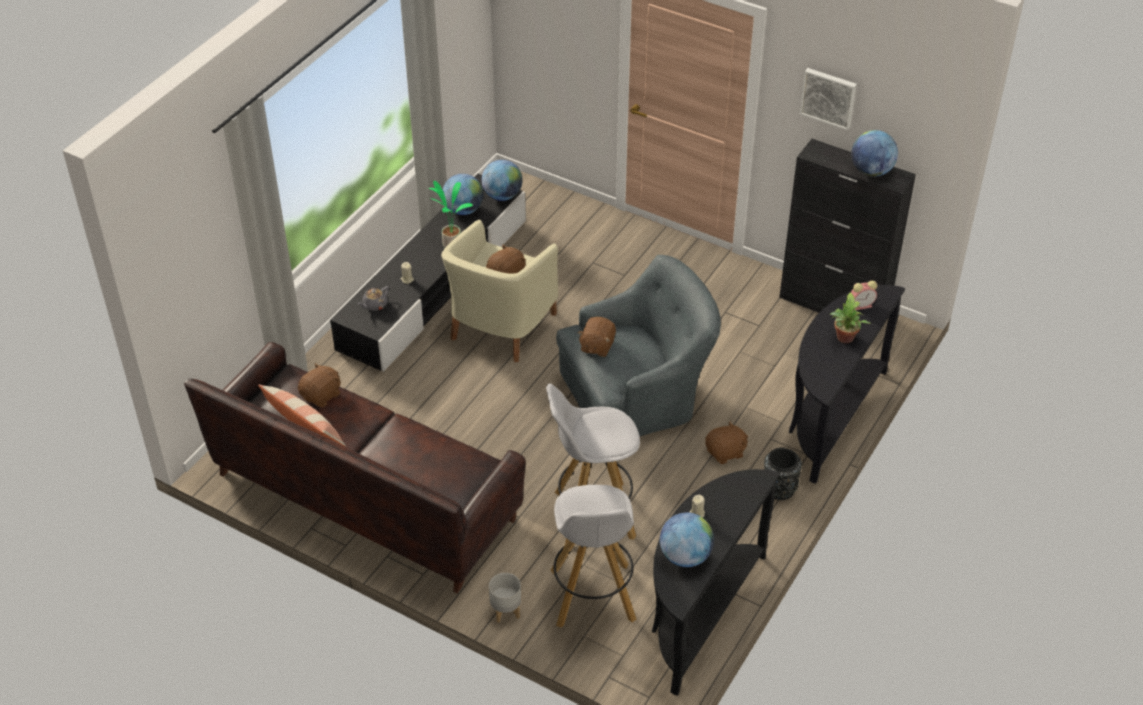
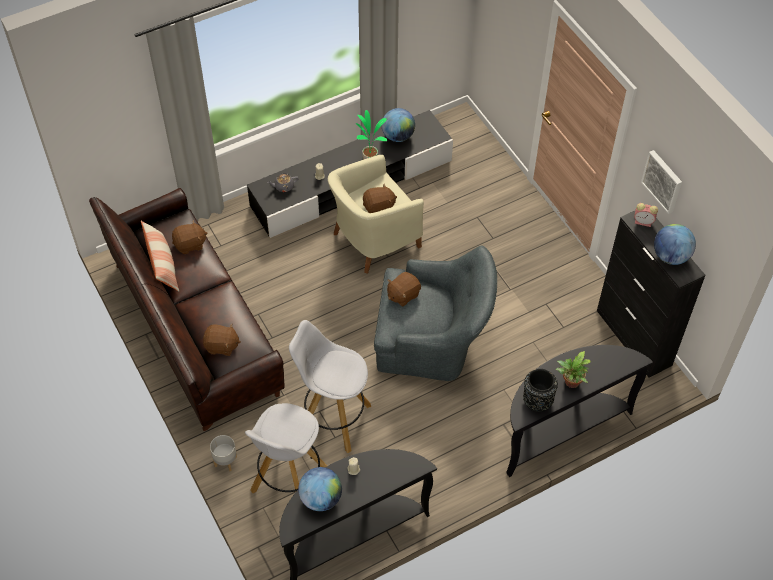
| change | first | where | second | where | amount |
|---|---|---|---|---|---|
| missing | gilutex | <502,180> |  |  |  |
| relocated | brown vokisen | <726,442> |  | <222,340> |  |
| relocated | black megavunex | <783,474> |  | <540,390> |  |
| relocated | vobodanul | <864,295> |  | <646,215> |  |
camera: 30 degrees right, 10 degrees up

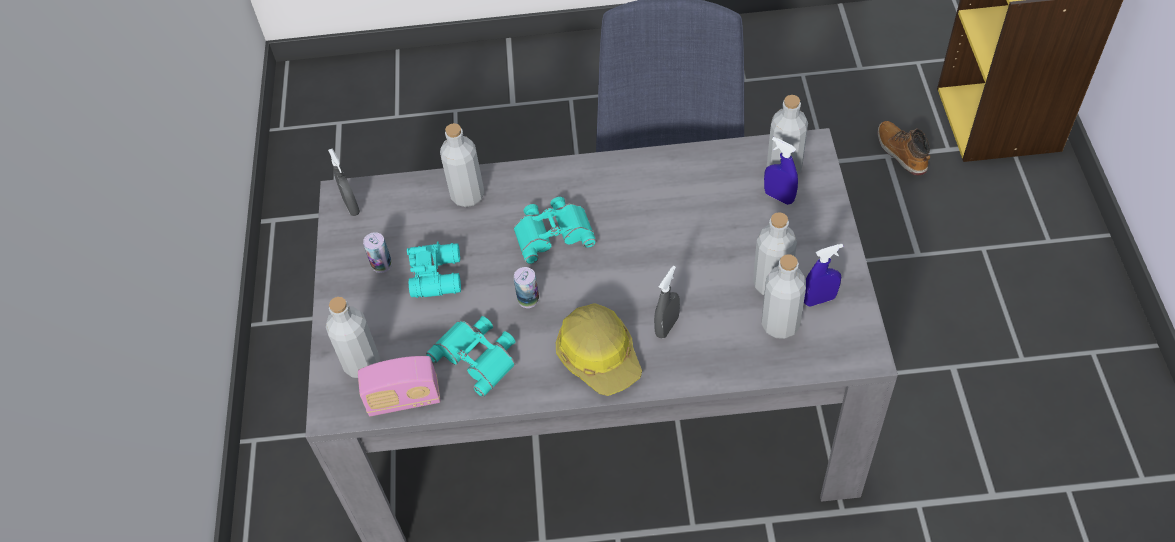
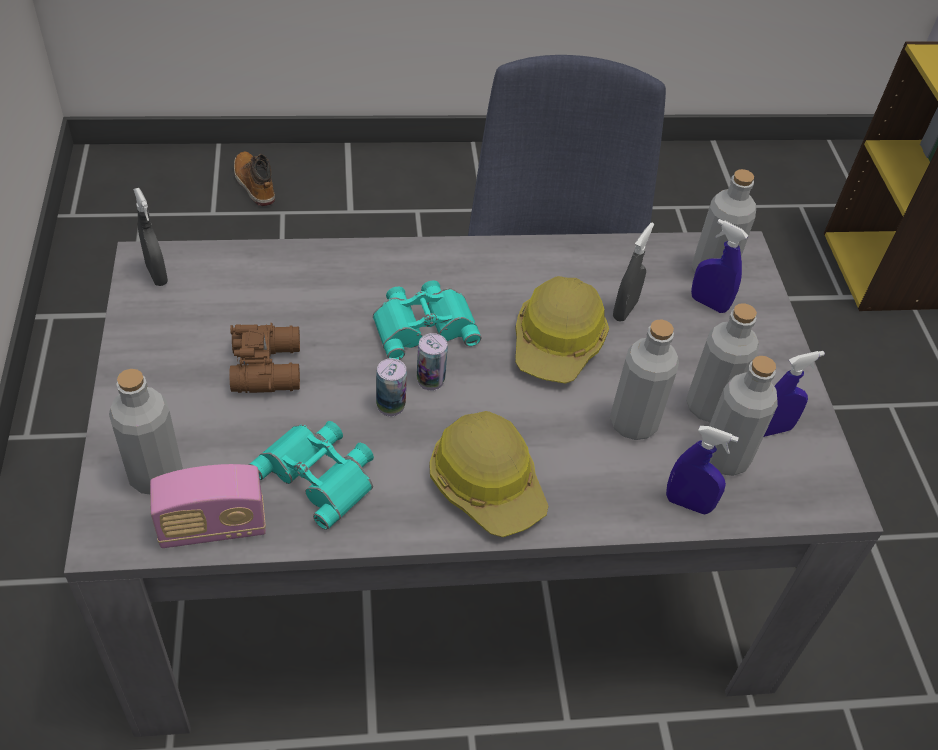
| change | first | where | second | where | amount |
|---|---|---|---|---|---|
| appeared |  |  | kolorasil | <562,330> |  |
| appeared |  |  | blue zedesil | <702,470> |  |
| relocated | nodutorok | <377,252> |  | <432,362> |  |
| relocated | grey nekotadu | <462,165> |  | <644,379> |  |
| relocated | grey zedesil | <667,302> |  | <633,272> |  |
| relocated | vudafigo | <903,148> |  | <254,179> |  |
| colour | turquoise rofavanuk | <434,269> | brown rofavanuk | <264,358> |  |
camera: 10 degrees left, 5 degrees down

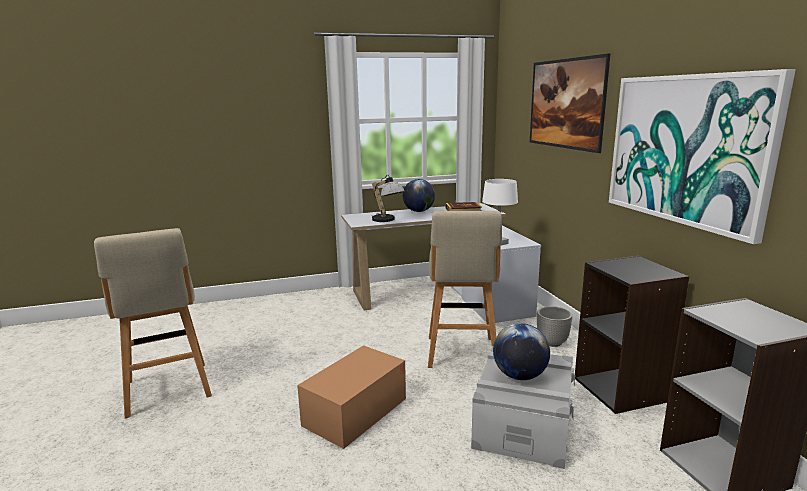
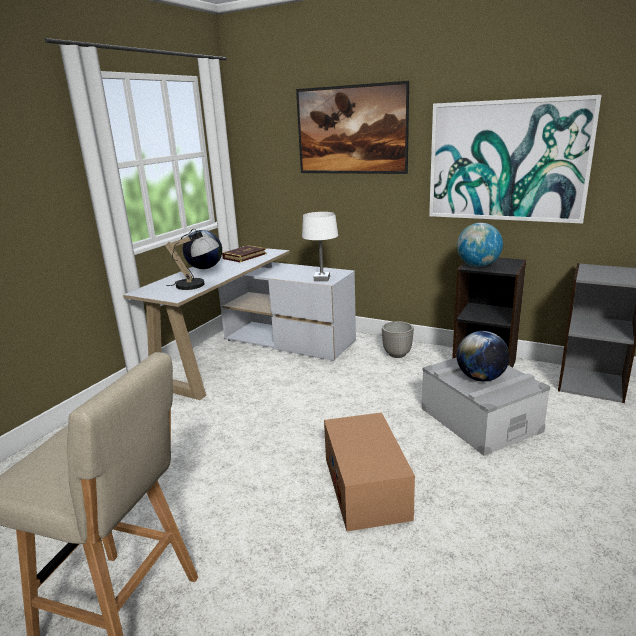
| change | first | where | second | where | amount |
|---|---|---|---|---|---|
| missing | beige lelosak | <465,289> |  |  |  |
| appeared |  |  | gilutex | <480,245> |  |
camera: 45 degrees left, 5 degrees up

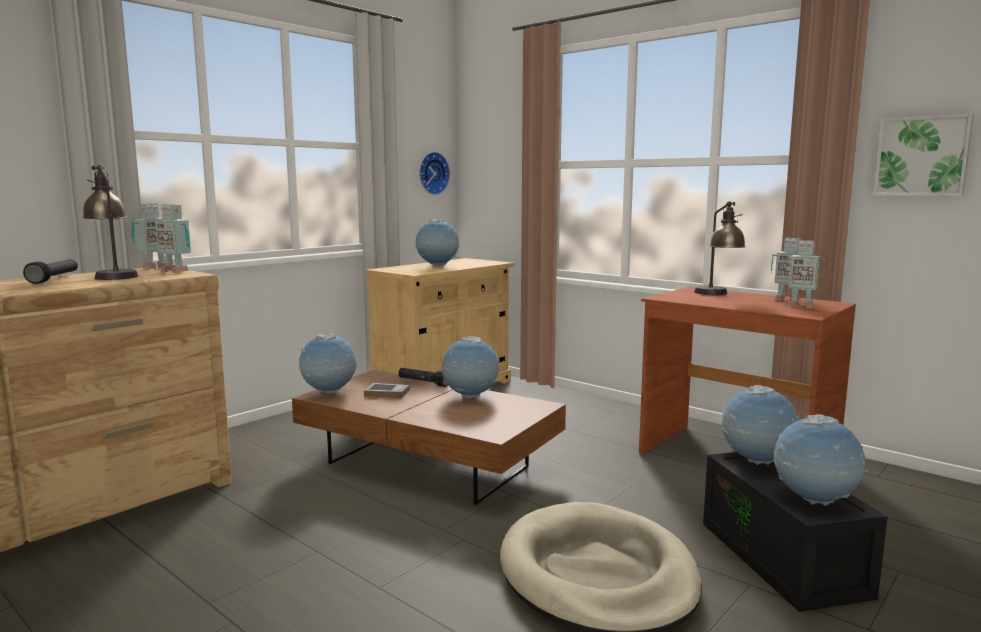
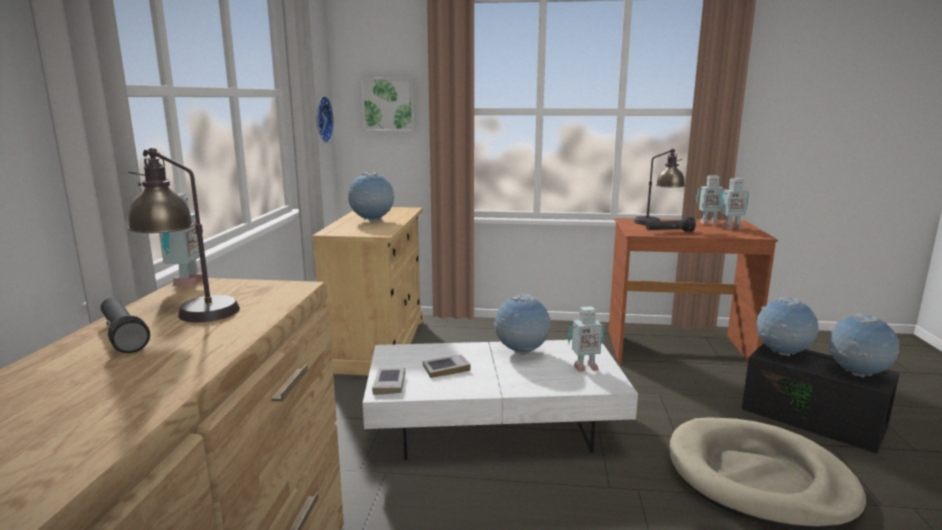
| change | first | where | second | where | amount |
|---|---|---|---|---|---|
| relocated | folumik | <173,239> |  | <586,339> |  |
| relocated | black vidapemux | <423,377> |  | <671,224> |  |
| relocated | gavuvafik | <923,155> |  | <388,104> |  |
| exchanged | gilutex | <328,364> | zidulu | <388,381> |  |
| colour | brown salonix | <429,437> | white salonix | <500,400> |  |
camera: 35 degrees left, 5 degrees up

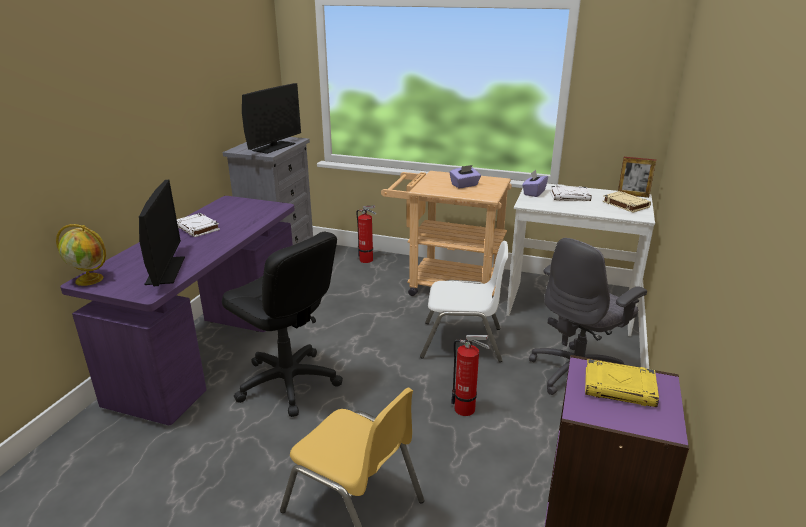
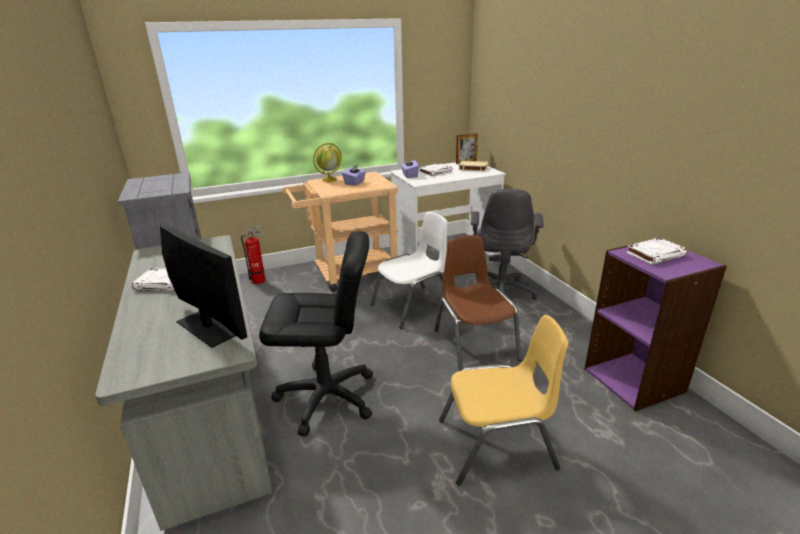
| change | first | where | second | where | amount |
|---|---|---|---|---|---|
| missing | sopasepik | <271,118> |  |  |  |
| relocated | gilutex | <81,255> |  | <327,162> |  |
| exchanged | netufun | <470,375> | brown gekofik | <478,303> |  |
| colour | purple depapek | <177,310> | grey depapek | <183,383> |  |
| colour | yellow zidulu | <622,383> | white zidulu | <656,251> |  |
camera: 40 degrees left, 0 degrees up

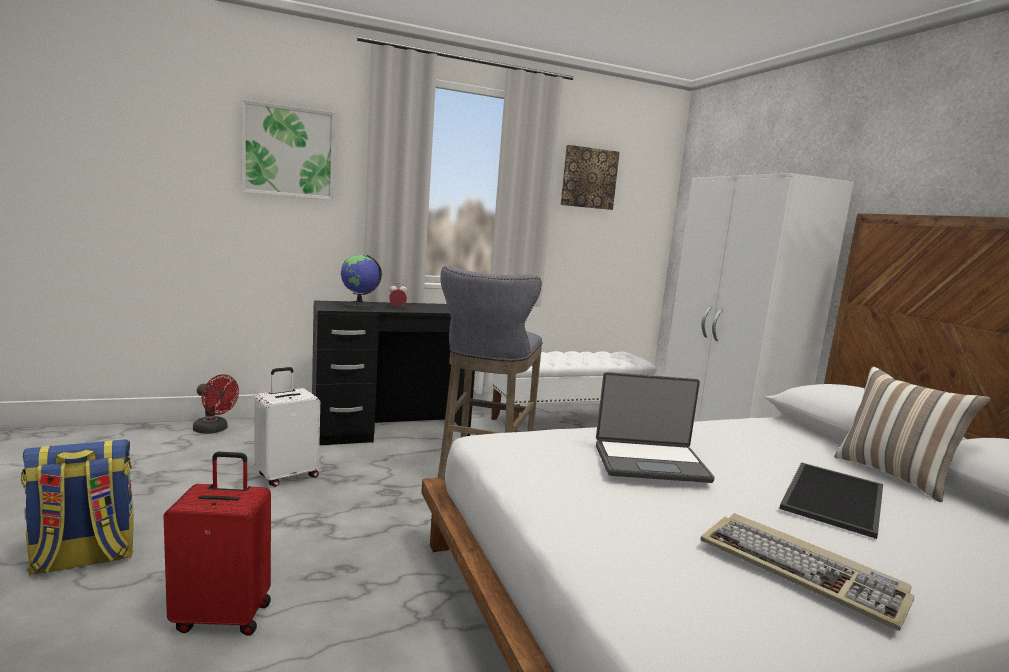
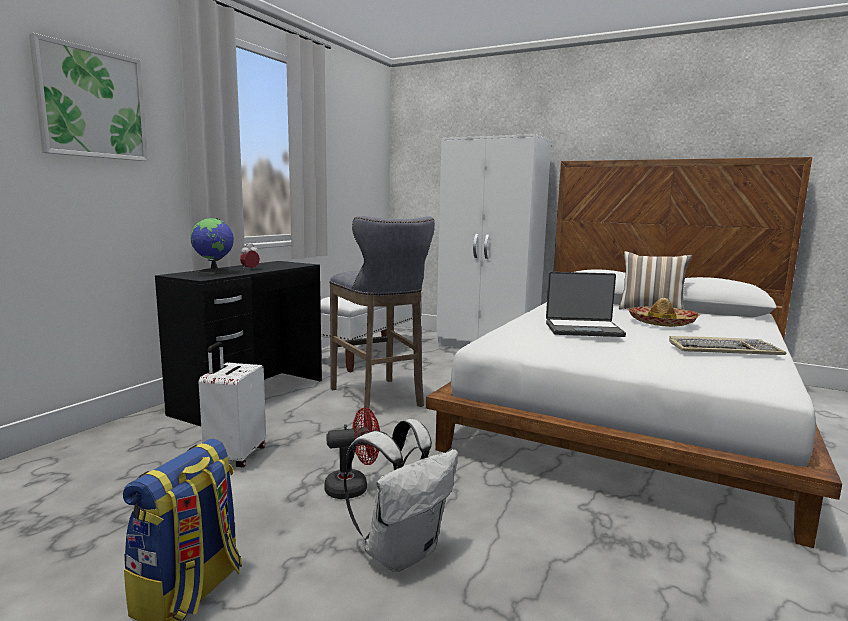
| change | first | where | second | where | amount |
|---|---|---|---|---|---|
| missing | gavuvafik | <590,177> |  |  |  |
| relocated | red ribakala | <216,404> |  | <352,453> |  |
| exchanged | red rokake | <217,544> | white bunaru | <401,495> |  |
| exchanged | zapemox | <831,500> | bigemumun | <663,312> |  |
| spun | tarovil | <655,427> |  | <586,304> | 45 degrees clockwise |
camera: 40 degrees left, 0 degrees up

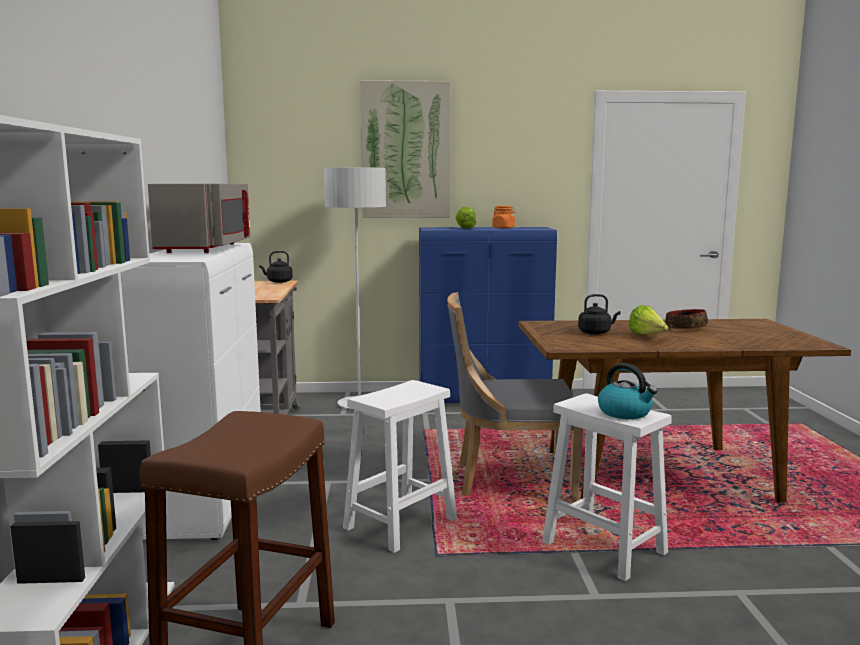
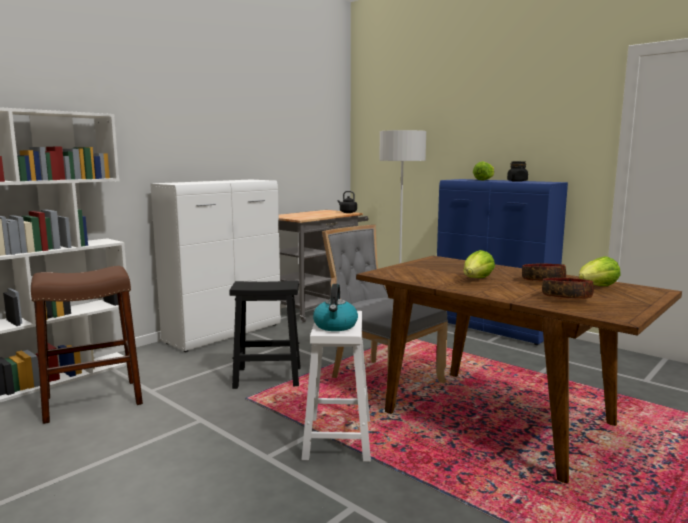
| change | first | where | second | where | amount |
|---|---|---|---|---|---|
| missing | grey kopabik | <199,218> |  |  |  |
| missing | gavuvafik | <405,149> |  |  |  |
| missing | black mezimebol | <599,314> |  |  |  |
| appeared |  |  | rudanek | <568,288> |  |
| appeared |  |  | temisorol | <600,271> |  |
| colour | white lelosak | <400,466> | black lelosak | <265,335> |  |
| colour | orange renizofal | <503,217> | black renizofal | <517,171> |  |
camera: 45 degrees right, 0 degrees up

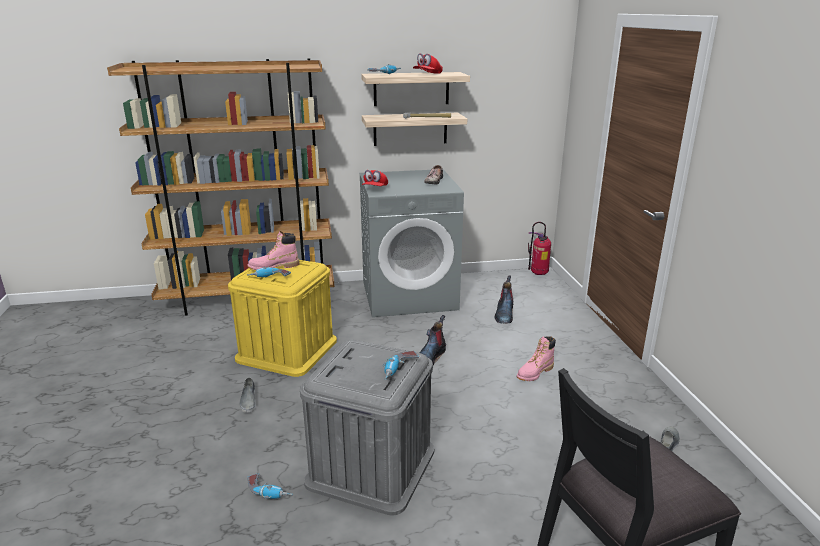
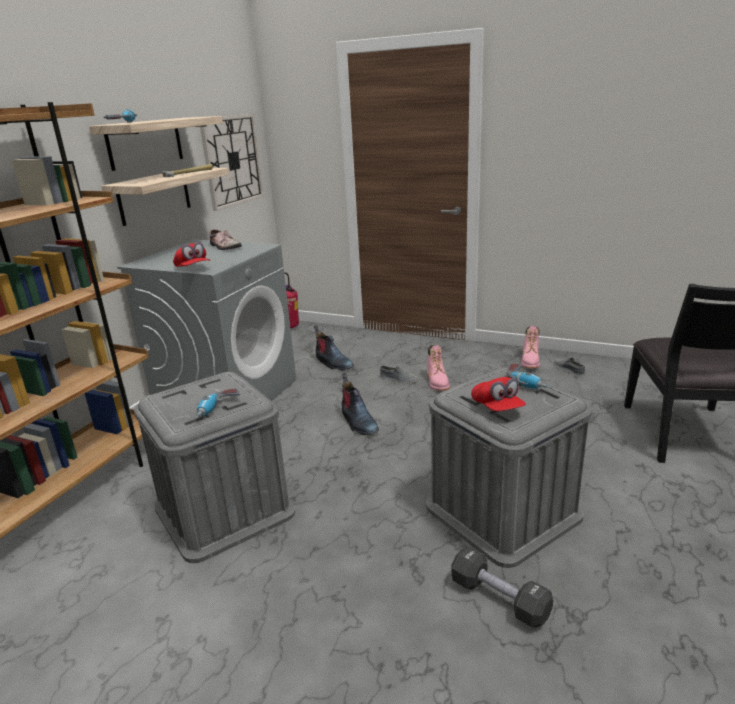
| change | first | where | second | where | amount |
|---|---|---|---|---|---|
| appeared |  |  | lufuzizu | <232,162> |  |
| relocated | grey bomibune | <248,395> |  | <399,375> |  |
| relocated | pink vudafigo | <273,250> |  | <530,347> |  |
| relocated | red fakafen | <428,63> |  | <498,394> |  |
| exchanged | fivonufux | <270,486> | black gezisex | <502,587> |  |
| colour | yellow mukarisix | <282,318> | grey mukarisix | <214,467> |  |
camera: 55 degrees left, 0 degrees up

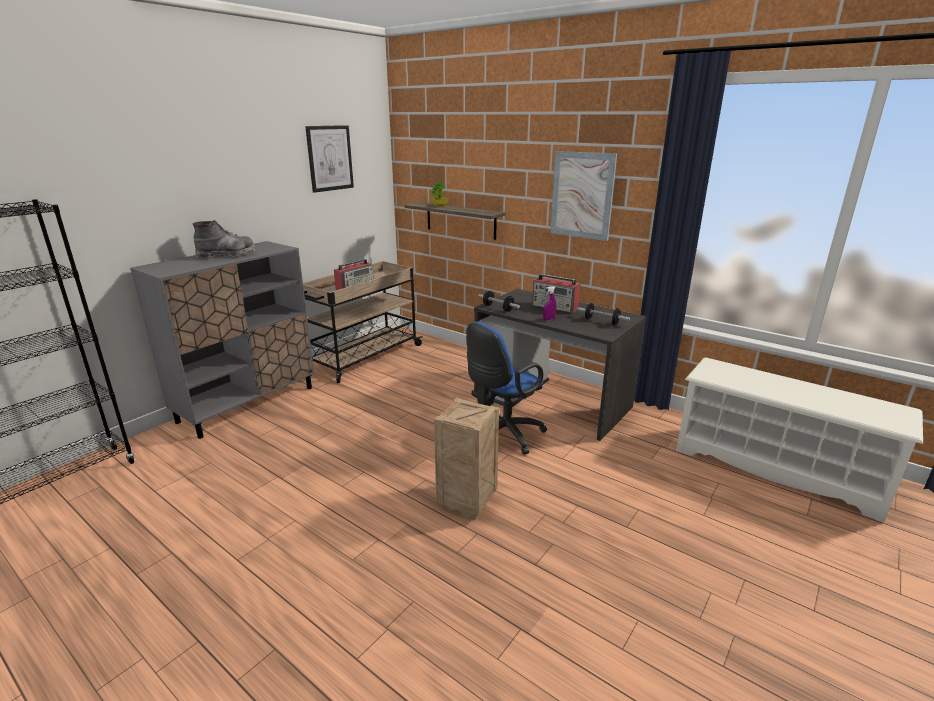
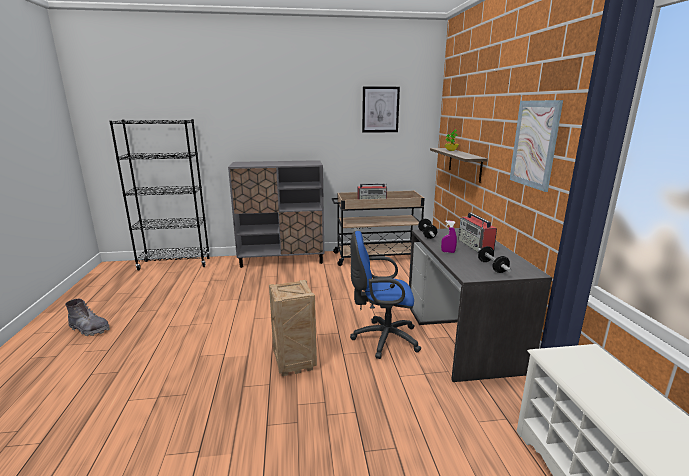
| change | first | where | second | where | amount |
|---|---|---|---|---|---|
| relocated | grey vudafigo | <224,239> |  | <87,317> |  |
camera: 45 degrees right, 5 degrees down

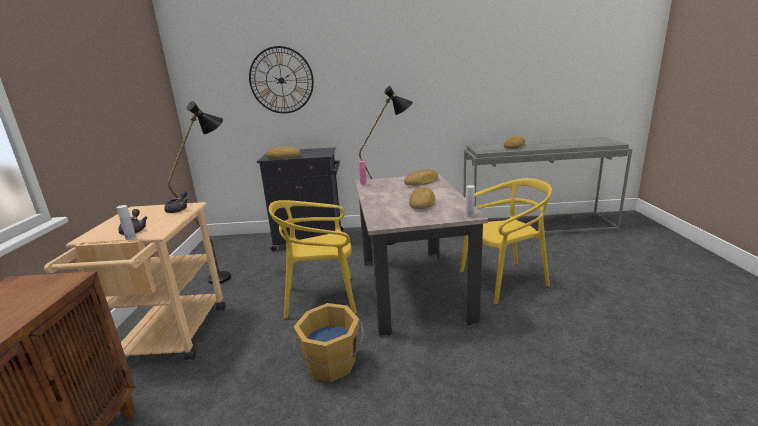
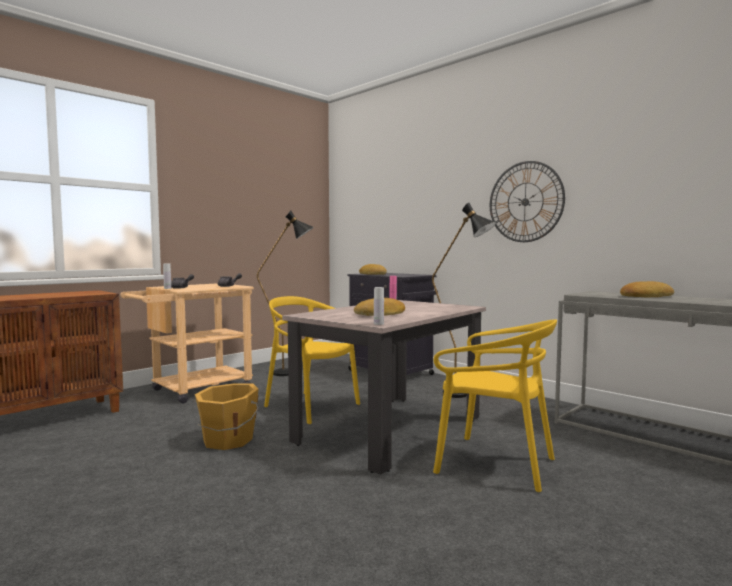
| change | first | where | second | where | amount |
|---|---|---|---|---|---|
| missing | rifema | <421,177> |  |  |  |
| relocated | lufuzizu | <281,80> |  | <527,201> |  |
camera: 45 degrees right, 15 degrees down

